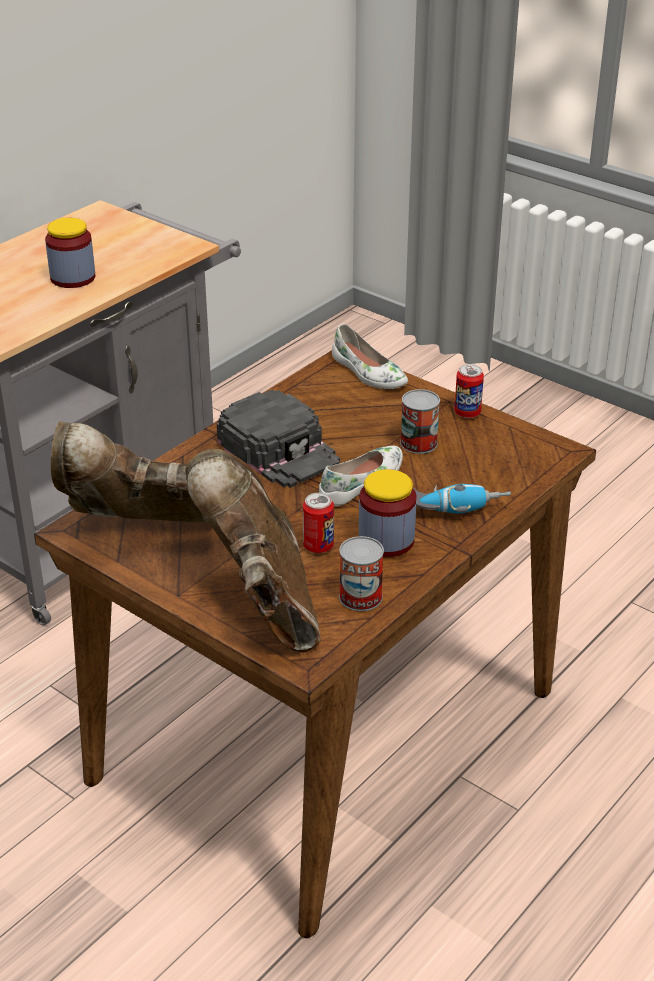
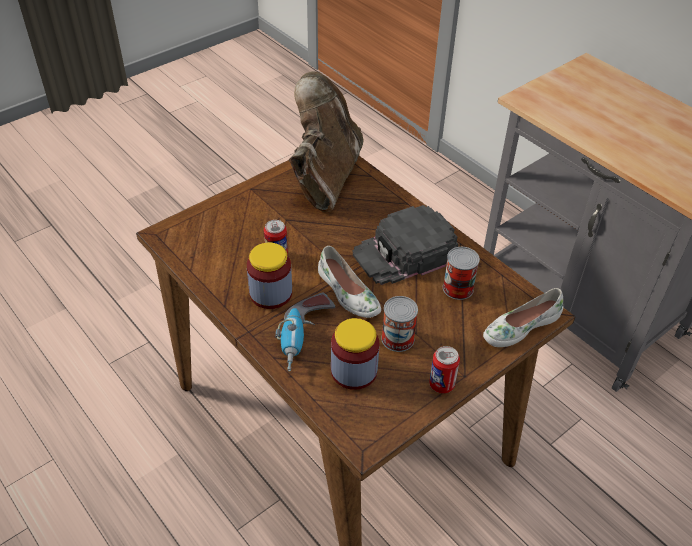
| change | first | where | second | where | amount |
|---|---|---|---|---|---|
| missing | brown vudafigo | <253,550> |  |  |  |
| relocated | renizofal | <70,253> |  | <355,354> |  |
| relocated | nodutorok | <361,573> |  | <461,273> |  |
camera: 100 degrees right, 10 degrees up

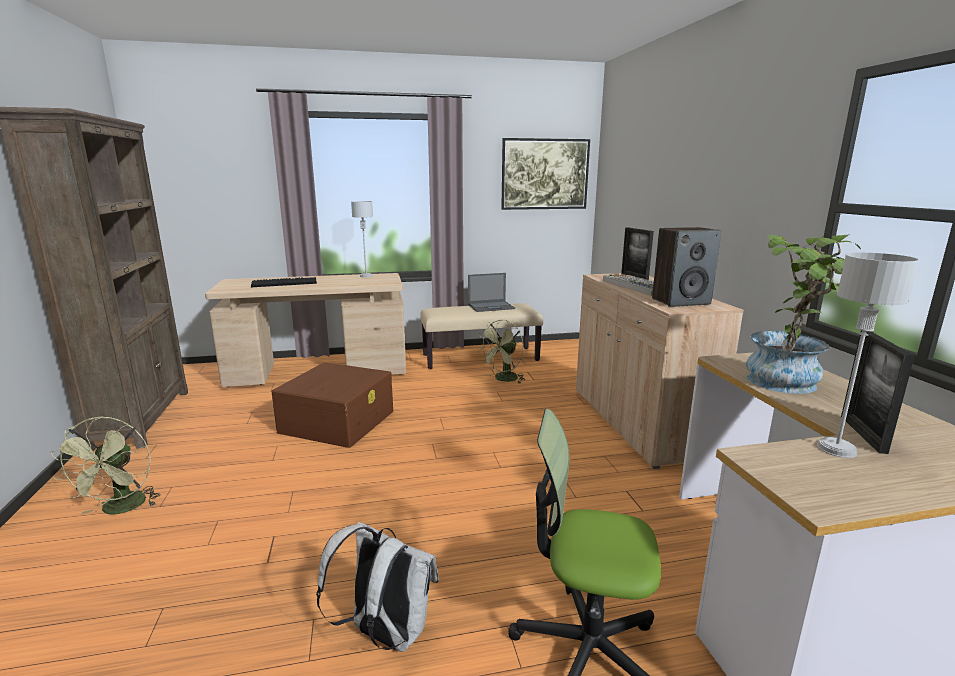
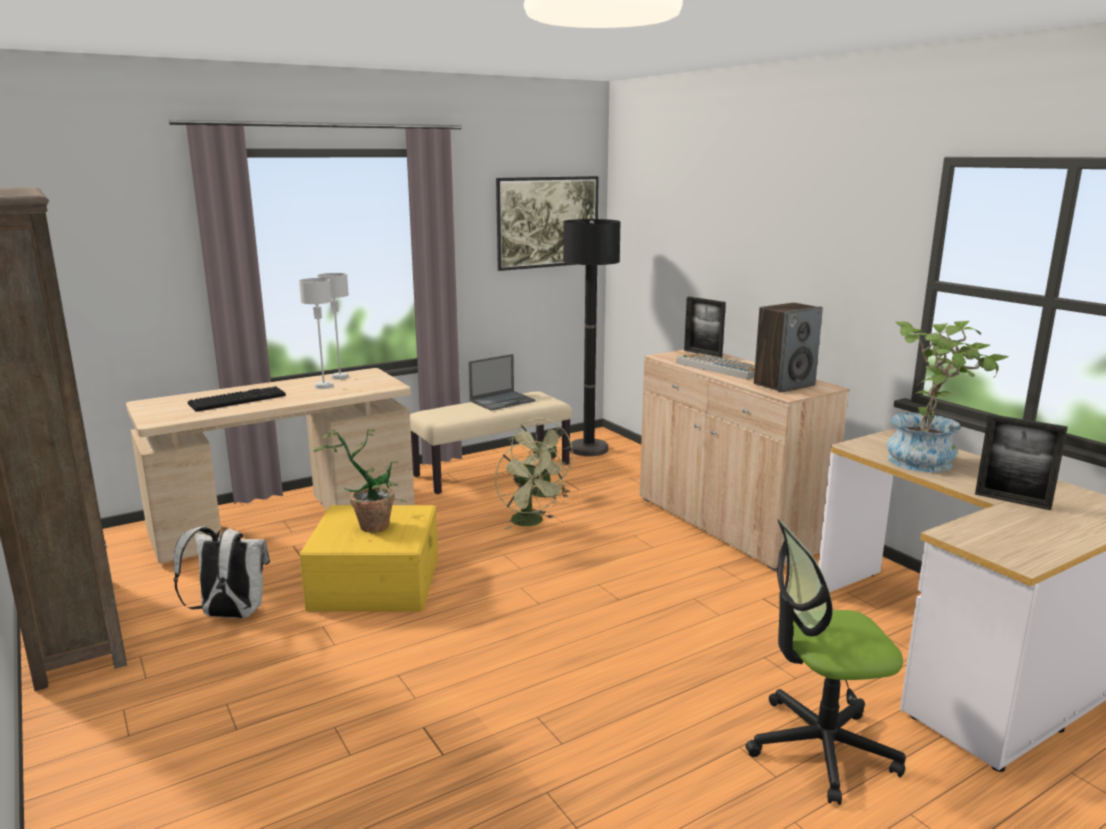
| change | first | where | second | where | amount |
|---|---|---|---|---|---|
| appeared |  |  | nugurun | <359,480> |  |
| appeared |  |  | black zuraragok | <592,337> |  |
| relocated | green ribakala | <105,465> |  | <531,485> |  |
| relocated | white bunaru | <377,587> |  | <221,572> |  |
| relocated | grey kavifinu | <868,355> |  | <316,333> |  |
| colour | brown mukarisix | <332,405> | yellow mukarisix | <369,558> |  |
| spun | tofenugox | <878,392> |  | <1021,462> | 45 degrees counterclockwise |
camera: 20 degrees left, 0 degrees up

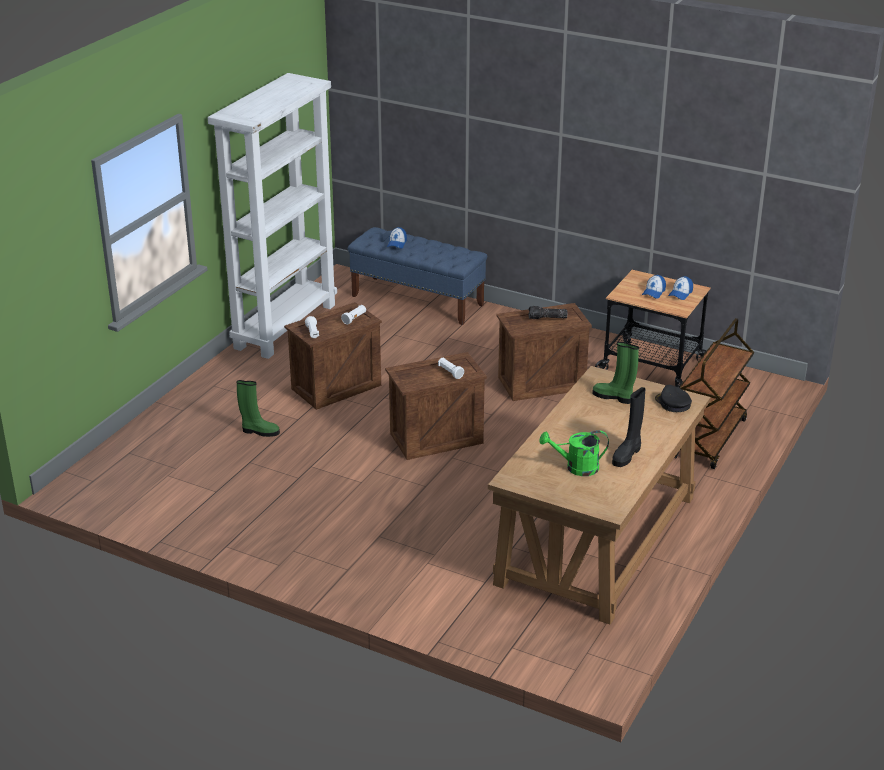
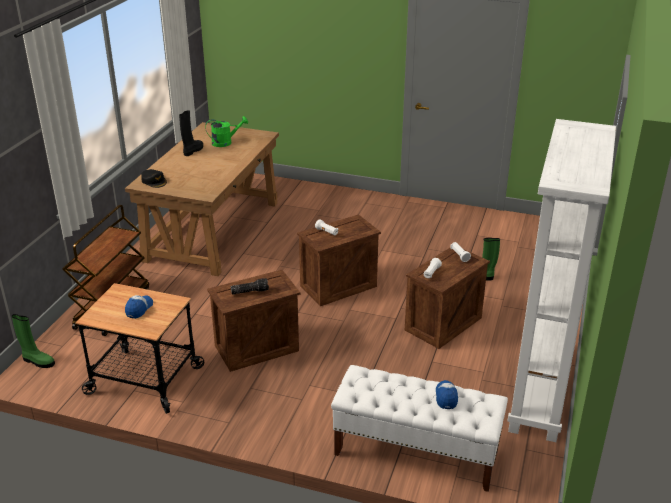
| change | first | where | second | where | amount |
|---|---|---|---|---|---|
| missing | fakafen | <680,288> |  |  |  |
| relocated | green vudafigo | <615,373> |  | <33,341> |  |
| colour | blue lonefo | <417,276> | white lonefo | <419,428> |  |
camera: 170 degrees right, 0 degrees up

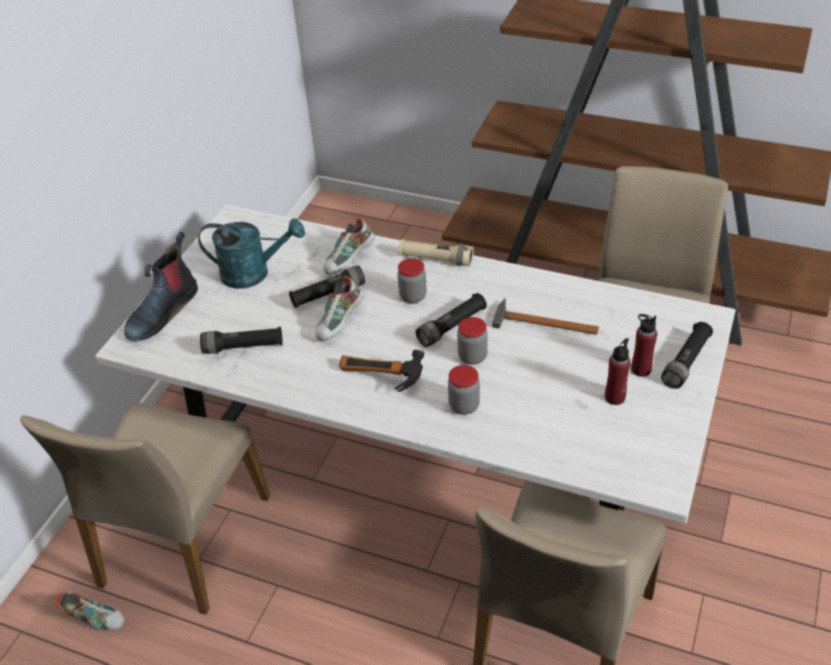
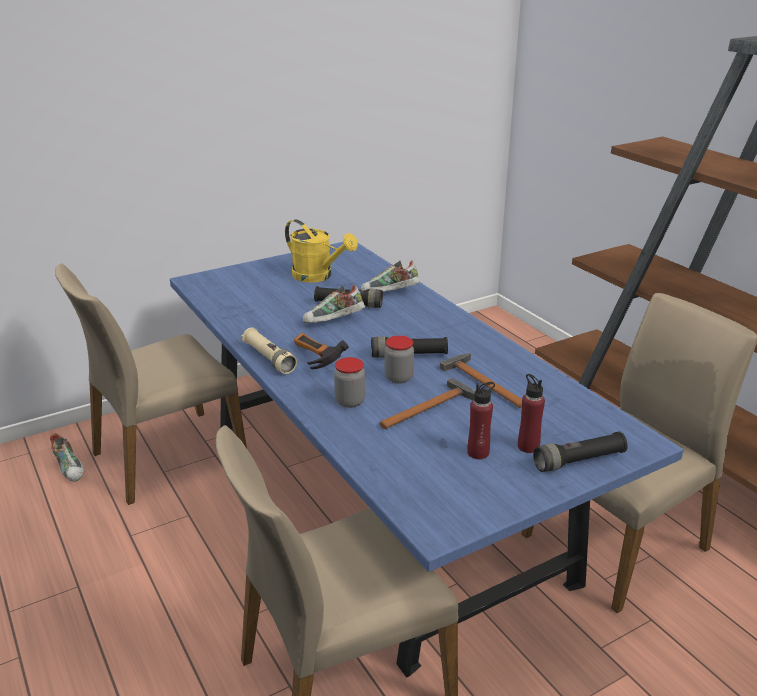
| change | first | where | second | where | amount |
|---|---|---|---|---|---|
| missing | vudafigo | <161,286> |  |  |  |
| missing | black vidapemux | <241,340> |  |  |  |
| missing | renizofal | <412,280> |  |  |  |
| appeared |  |  | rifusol | <427,403> |  |
| relocated | beige vidapemux | <435,252> |  | <269,351> |  |
| colour | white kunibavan | <415,364> | blue kunibavan | <426,460> |  |
| colour | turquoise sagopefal | <251,253> | yellow sagopefal | <321,251> |  |
camera: 35 degrees right, 15 degrees down

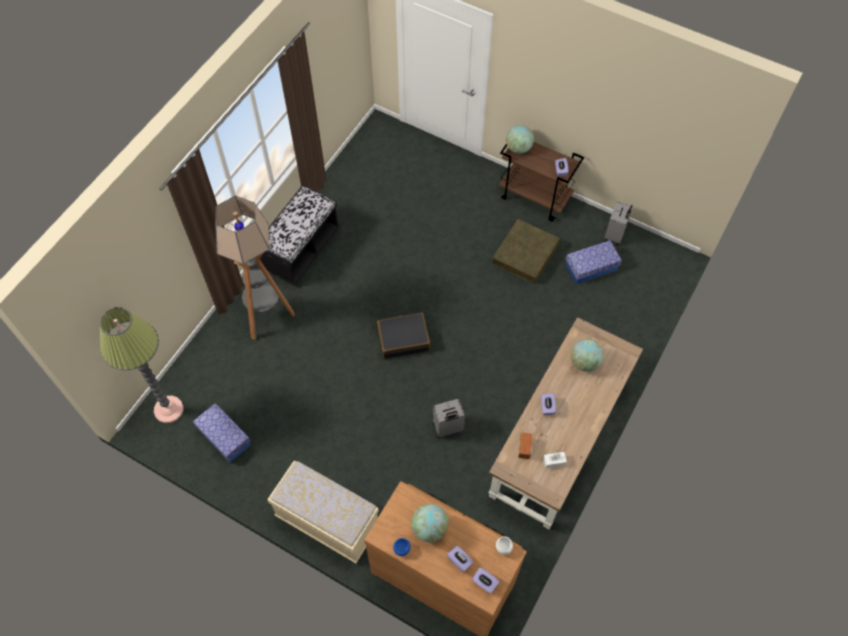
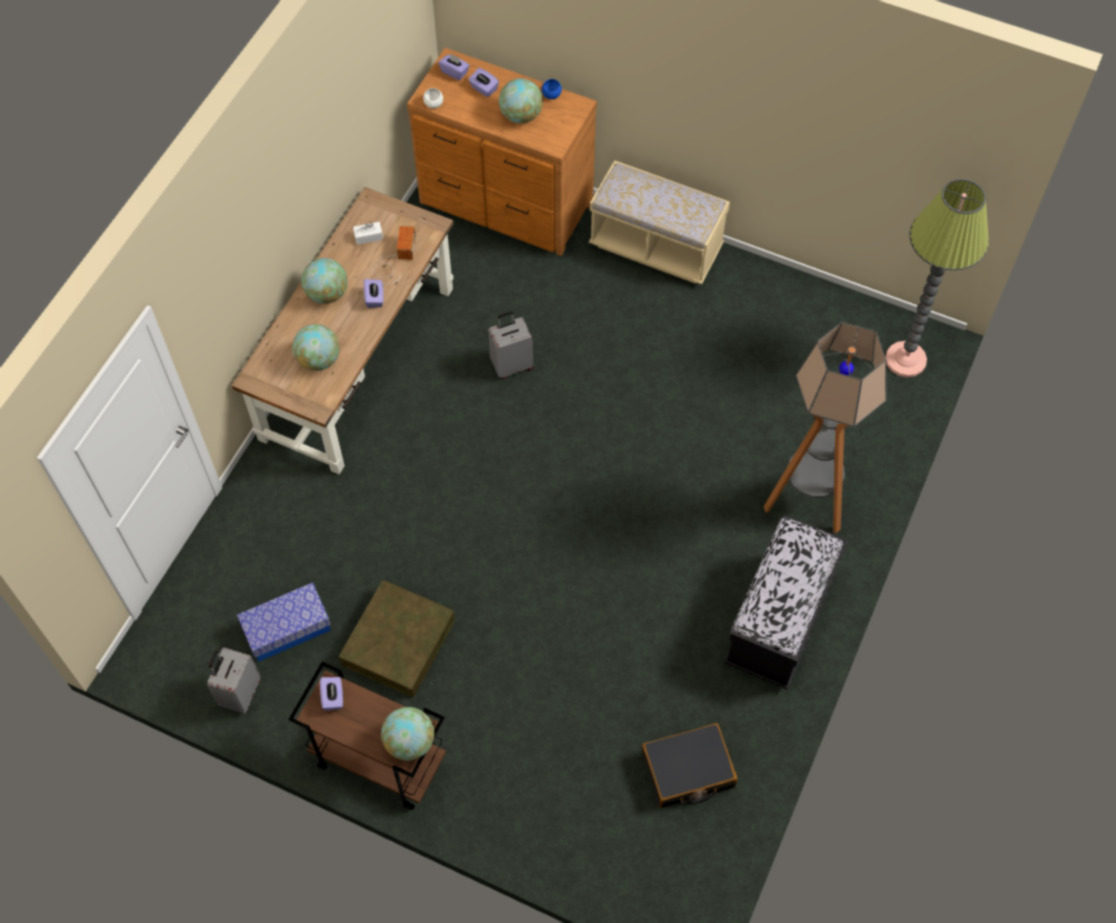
| change | first | where | second | where | amount |
|---|---|---|---|---|---|
| missing | mukarisix | <222,432> |  |  |  |
| appeared |  |  | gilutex | <324,281> |  |
| relocated | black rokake | <403,336> |  | <690,765> |  |
camera: 175 degrees right, 0 degrees up

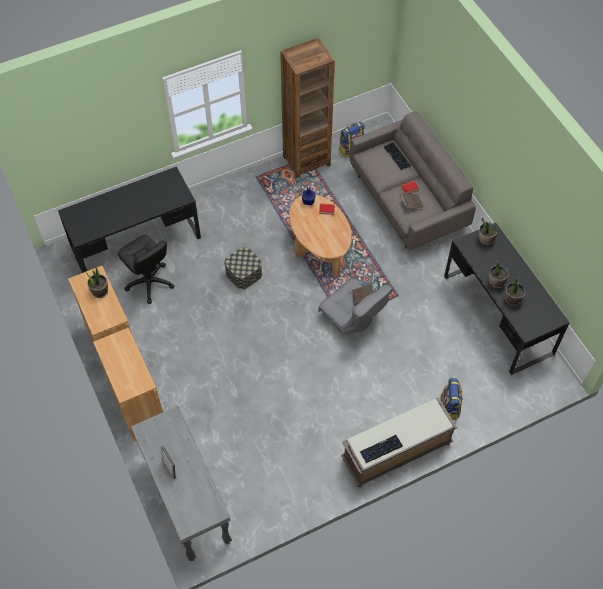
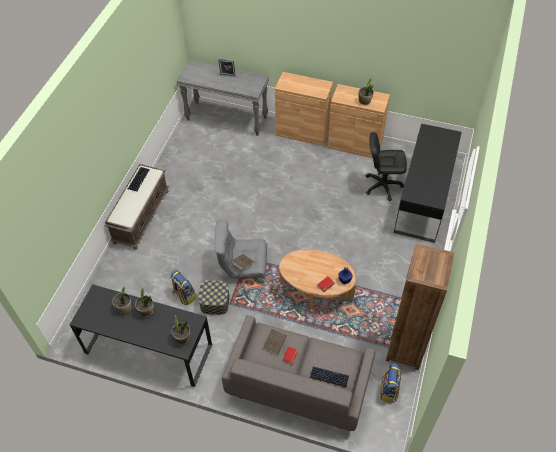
| change | first | where | second | where | amount |
|---|---|---|---|---|---|
| relocated | mukarisix | <243,268> |  | <214,297> |  |
| relocated | bunaru | <452,399> |  | <183,287> |  |
camera: 135 degrees right, 5 degrees down

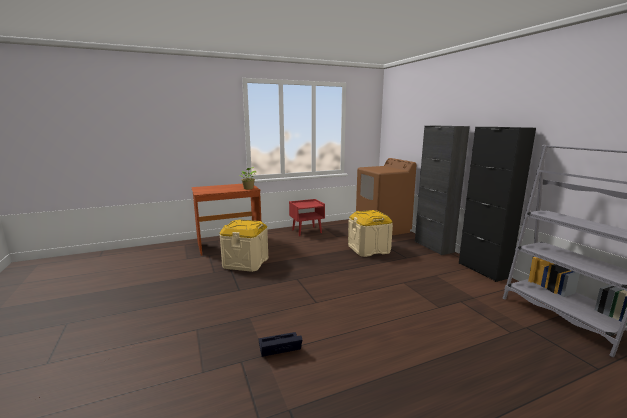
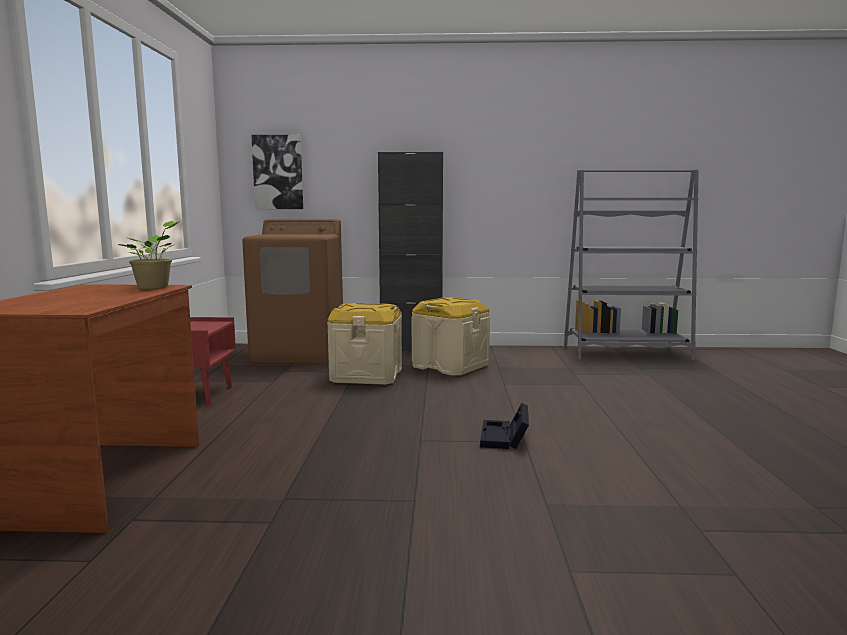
| change | first | where | second | where | amount |
|---|---|---|---|---|---|
| missing | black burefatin | <497,204> |  |  |  |
| appeared |  |  | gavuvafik | <277,172> |  |
| relocated | beige mukarisix | <243,246> |  | <451,336> |  |
| relocated | black mukarisix | <280,344> |  | <504,426> |  |
camera: 65 degrees left, 5 degrees down

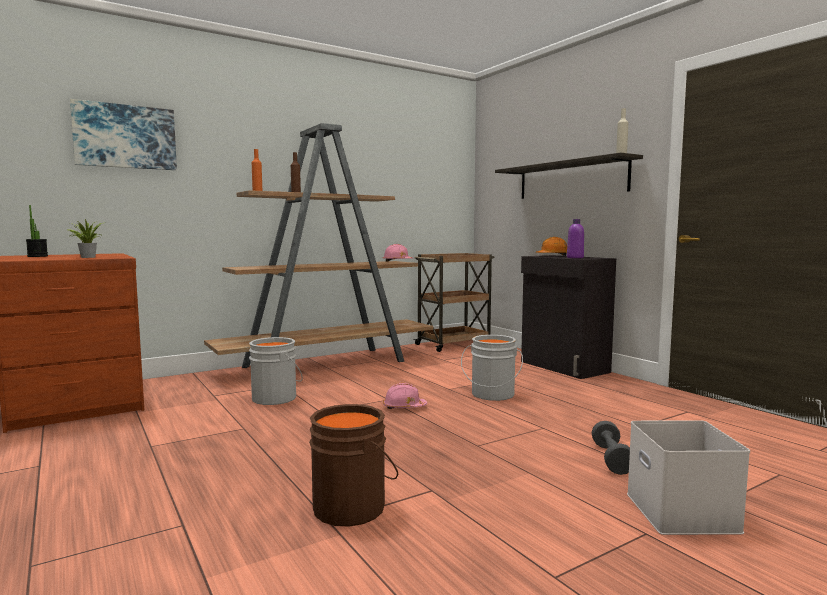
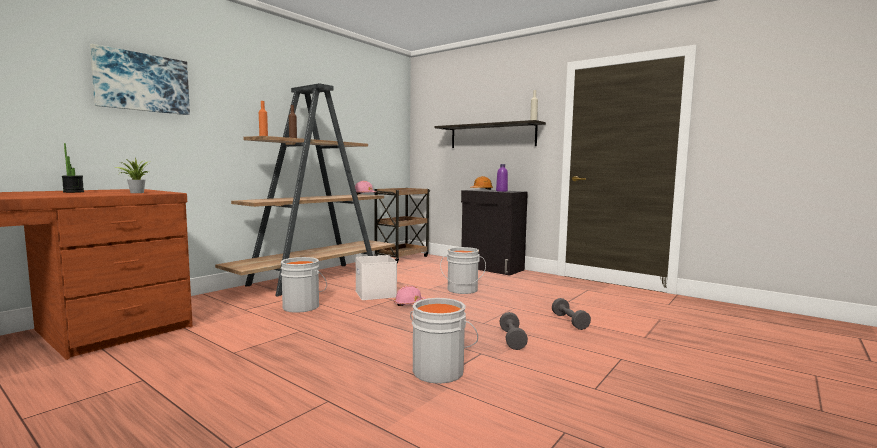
| change | first | where | second | where | amount |
|---|---|---|---|---|---|
| appeared |  |  | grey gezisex | <513,331> |  |
| relocated | white mukarisix | <688,477> |  | <376,277> |  |
| colour | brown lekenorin | <353,465> | grey lekenorin | <444,341> |  |
camera: 20 degrees left, 0 degrees up

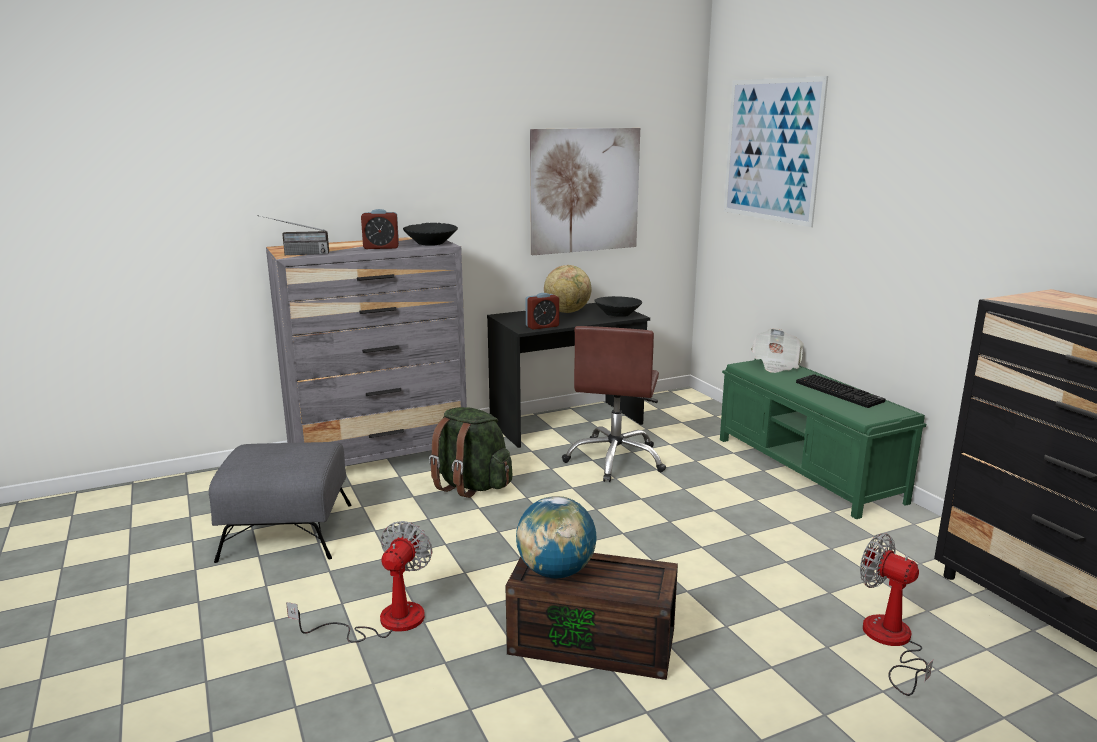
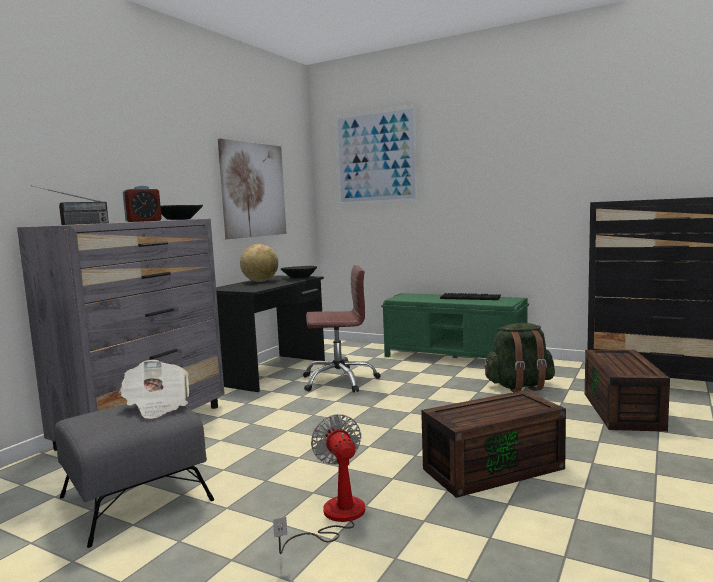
| change | first | where | second | where | amount |
|---|---|---|---|---|---|
| missing | gilutex | <556,537> |  |  |  |
| missing | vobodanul | <542,311> |  |  |  |
| relocated | green bunaru | <471,452> |  | <519,357> |  |
| relocated | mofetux | <777,350> |  | <154,389> |  |
| exchanged | ribakala | <896,614> | brown mukarisix | <627,391> |  |
| spun | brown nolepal | <614,404> |  | <342,328> | 75 degrees counterclockwise |
camera: 35 degrees left, 10 degrees down

